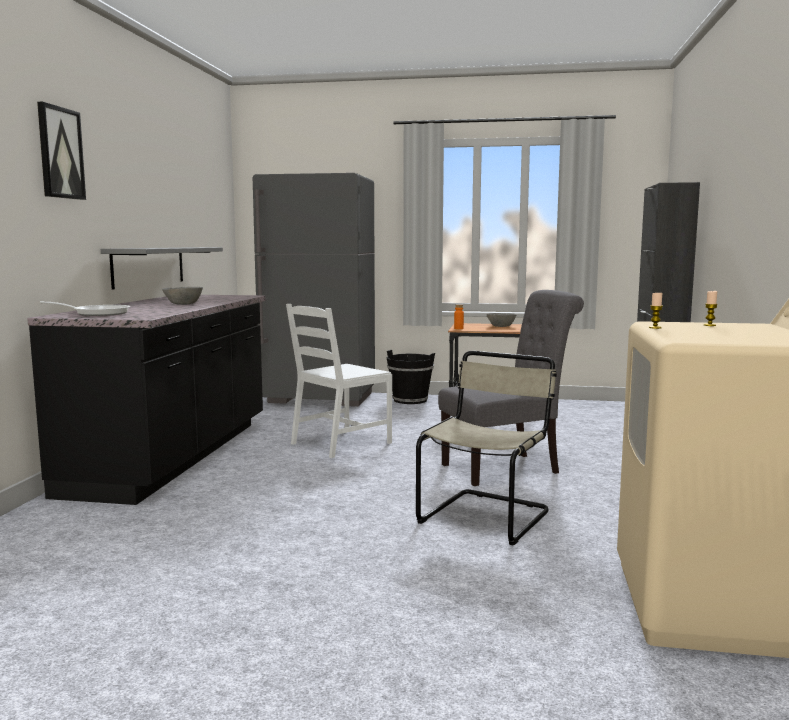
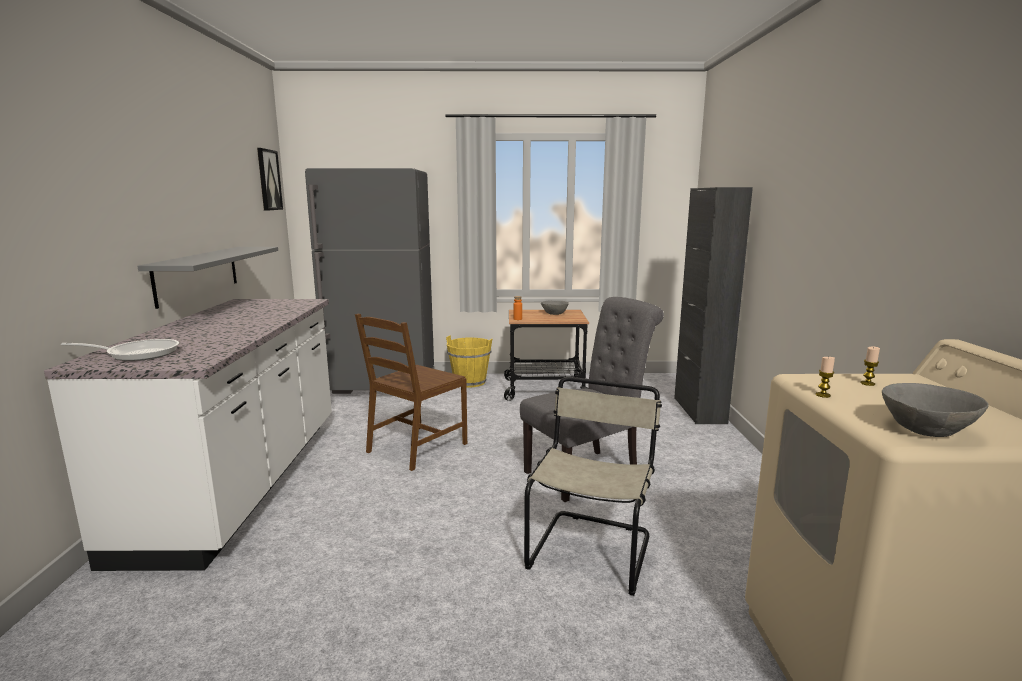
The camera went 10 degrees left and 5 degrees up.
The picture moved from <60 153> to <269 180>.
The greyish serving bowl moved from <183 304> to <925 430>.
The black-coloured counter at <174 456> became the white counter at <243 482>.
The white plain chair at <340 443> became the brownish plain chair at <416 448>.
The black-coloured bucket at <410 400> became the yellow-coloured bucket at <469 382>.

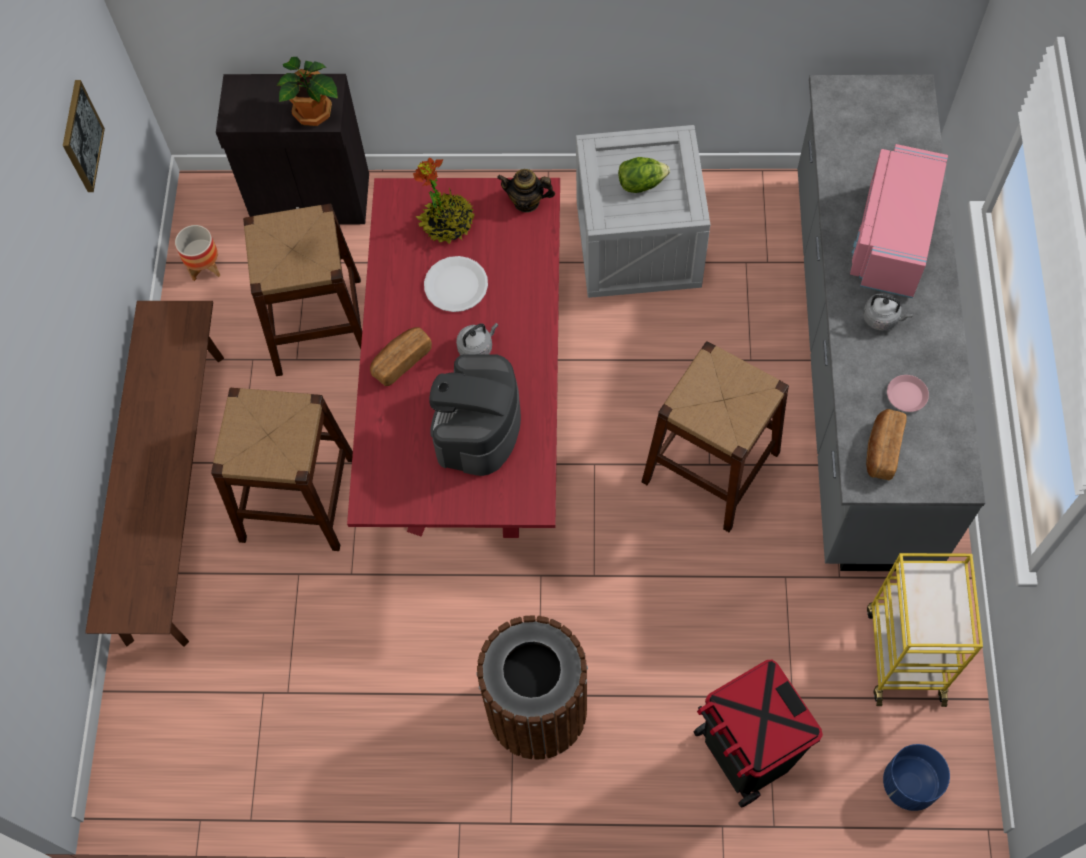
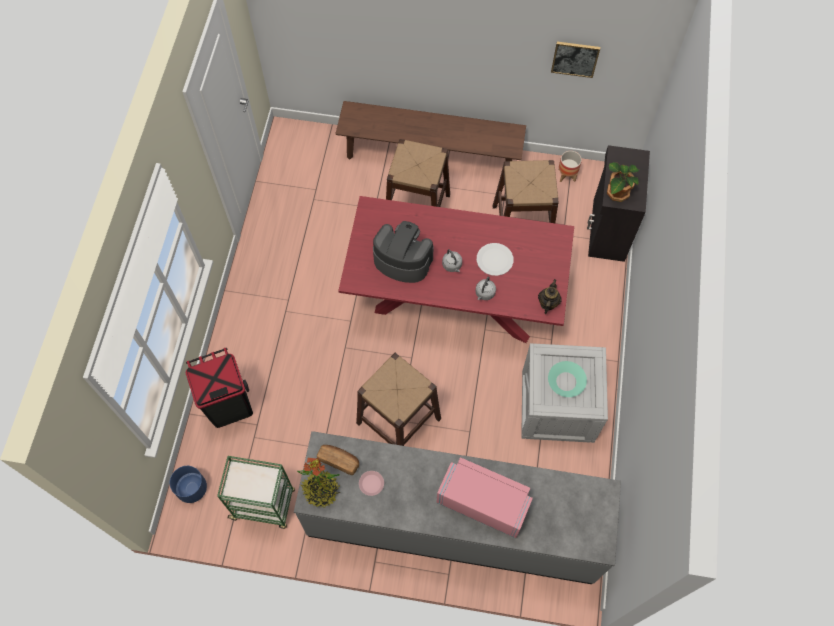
The camera went 95 degrees right and 0 degrees up.
The bakery bread at <401 361> disappeared.
The brownish rubbish bin at <537 709> disappeared.
The potted plant moved from <447 223> to <321 490>.
The greyish tea kettle moved from <882 318> to <484 294>.
The lettuce head at <641 184> was replaced by the turquoise-coloured serving bowl at <566 381>.
The yellow-coloured trolley at <904 652> became the green trolley at <264 504>.

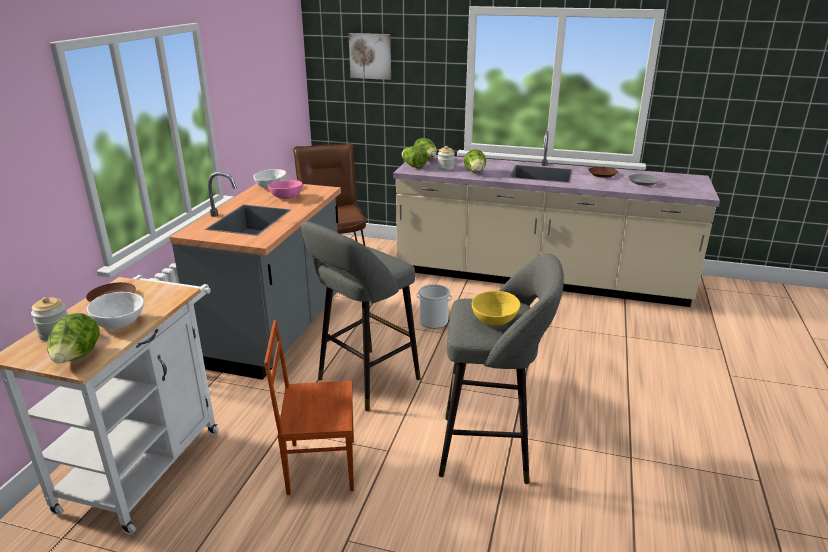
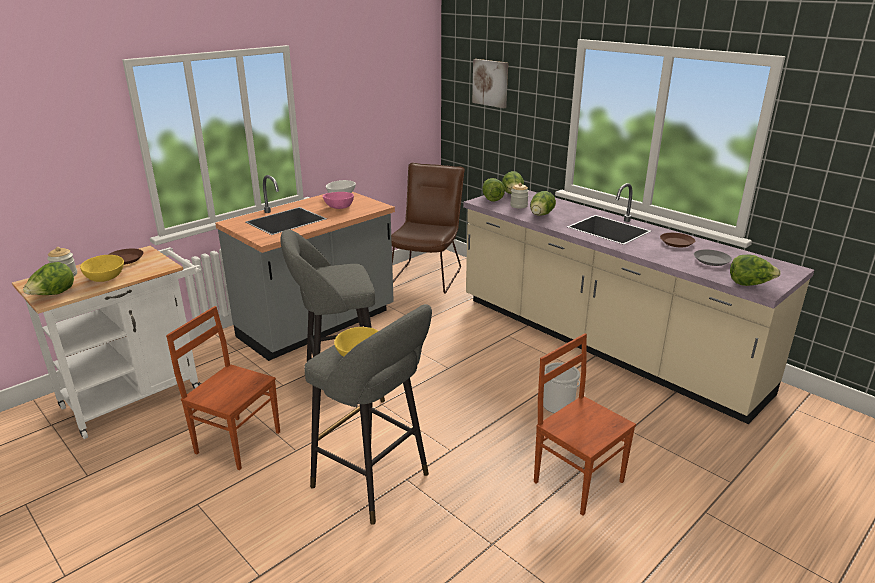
The camera went 30 degrees right and 0 degrees up.
The brownish plain chair at <578 480> appeared.
The lettuce head at <749 284> appeared.
The bucket moved from <434 321> to <558 405>.
The white serving bowl at <118 322> became the yellow-coloured serving bowl at <104 278>.

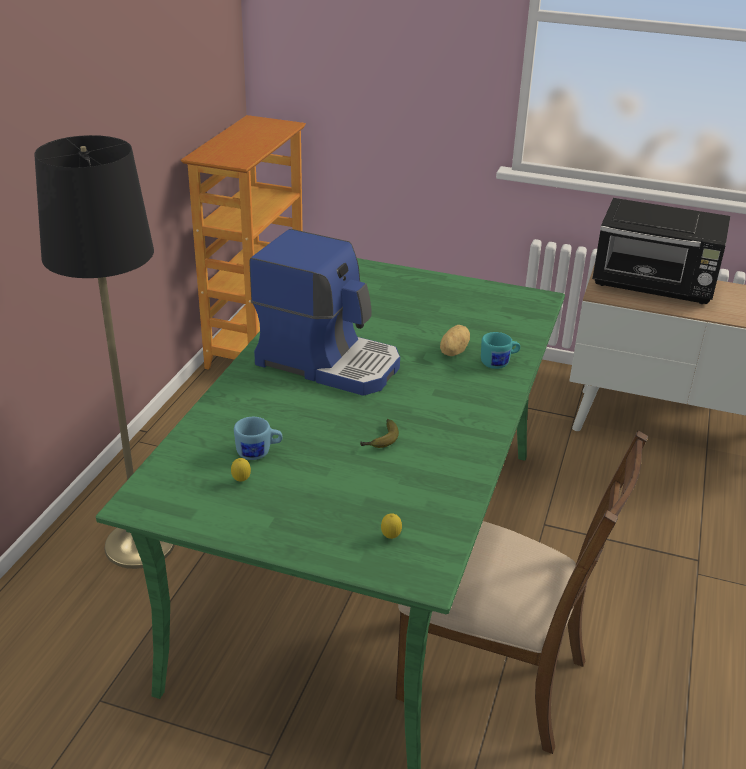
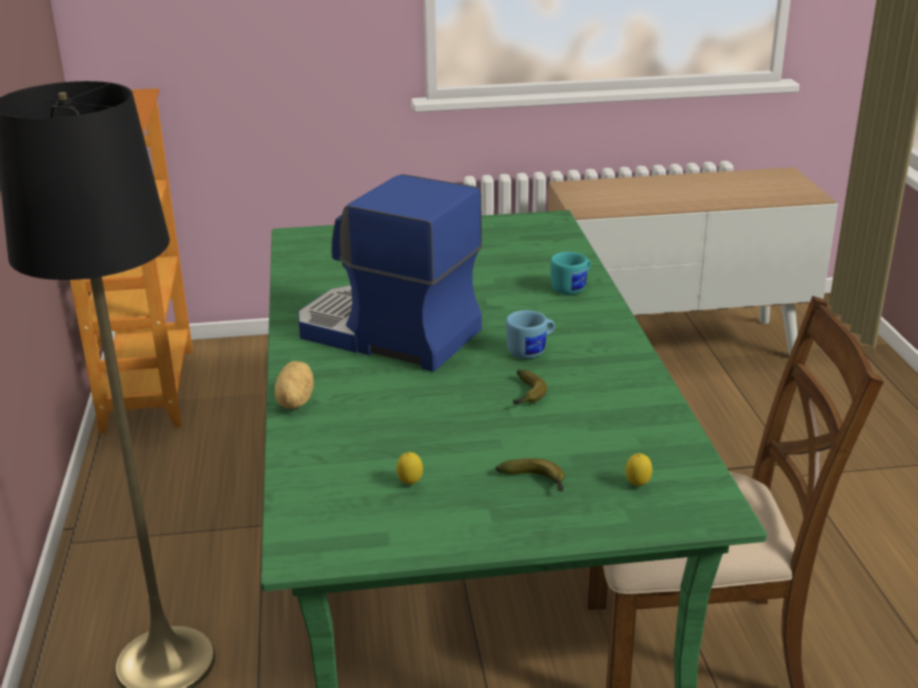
The camera went 25 degrees left and 5 degrees down.
The black-coloured kitchen microwave at <654 285> disappeared.
The banana at <536 482> appeared.
The blue-coloured coffee mug moved from <259 453> to <532 351>.
The spud moved from <452 352> to <293 402>.
The coffee machine at <329 362> turned 150 degrees counterclockwise.

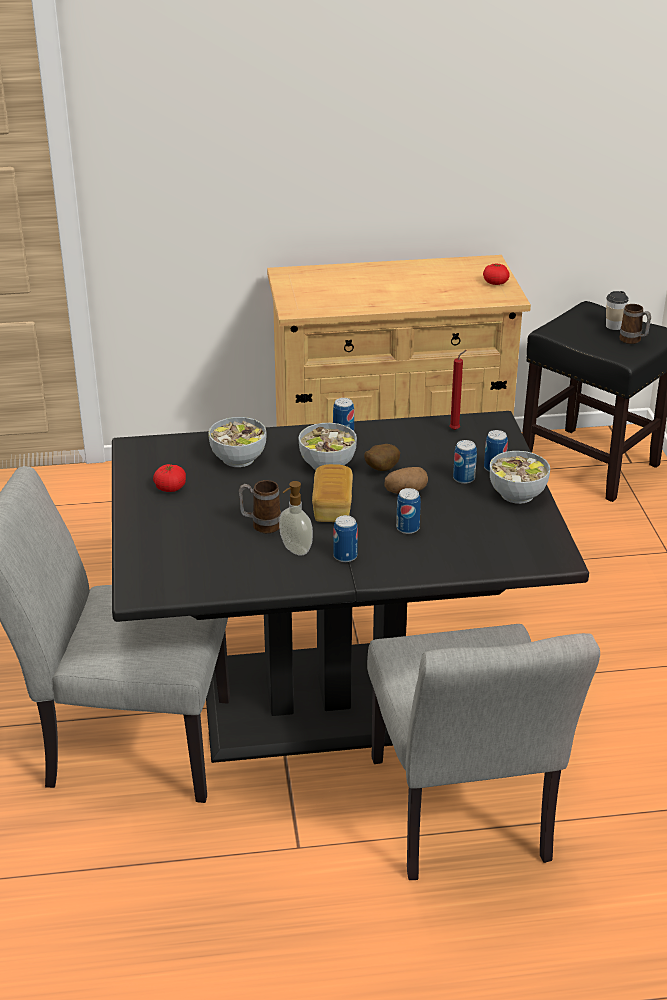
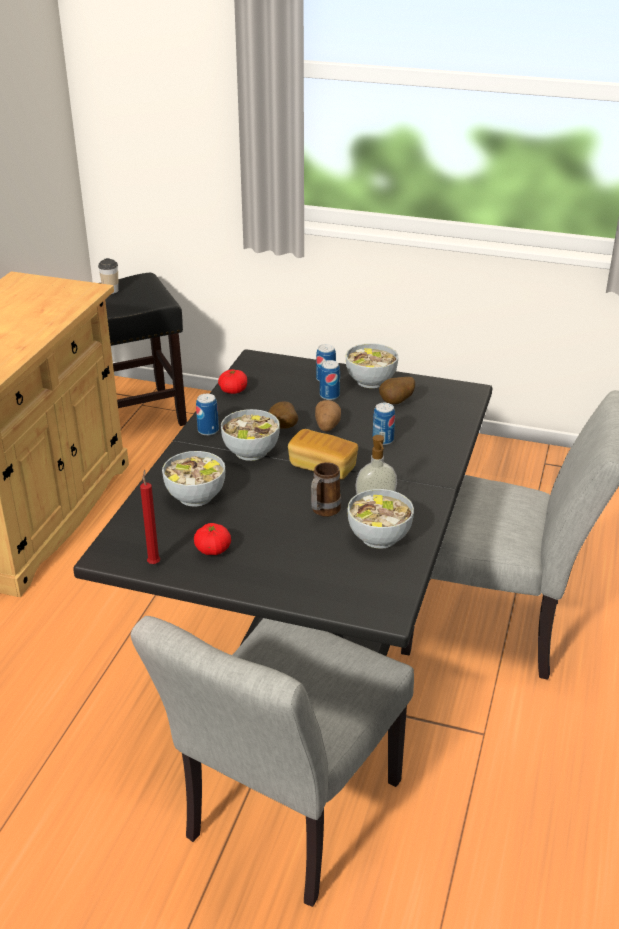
The camera went 65 degrees left and 0 degrees up.
The can at <345 556> disappeared.
The coffee mug at <633 341> disappeared.
The serving bowl at <378 537> appeared.
The spud at <397 402> appeared.
The red candle moved from <456 429> to <154 562>.
The whole tomato moved from <495 283> to <233 391>.

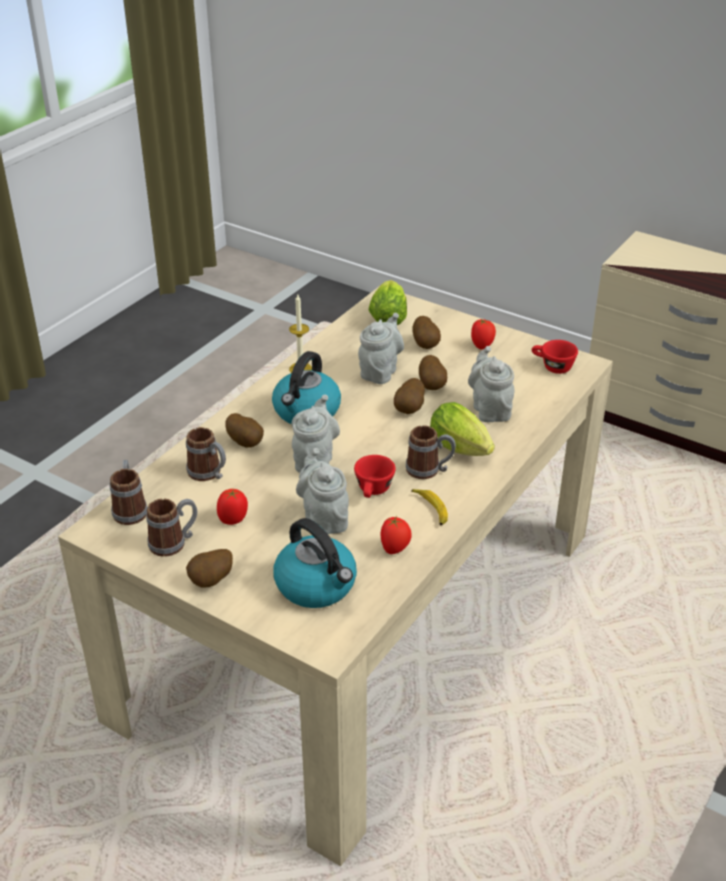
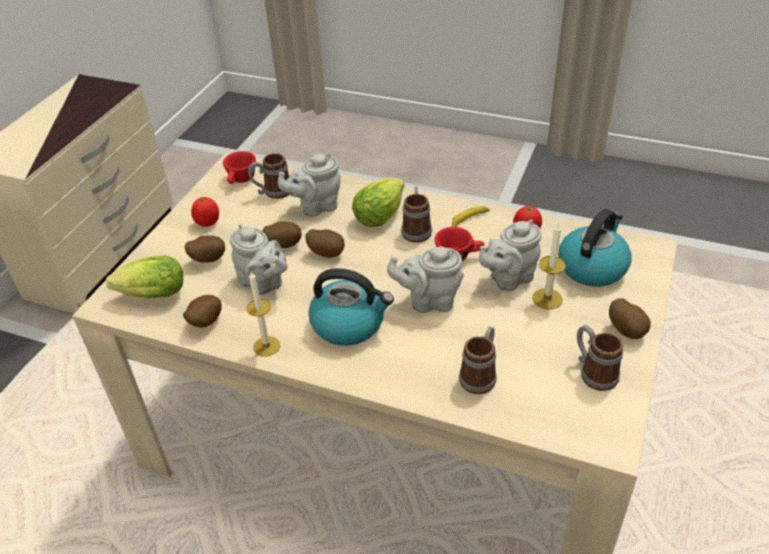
The camera went 100 degrees left and 5 degrees up.
The whole tomato at <233 519> disappeared.
The candle at <547 298> appeared.
The coffee mug moved from <130 509> to <272 192>.
The spud moved from <246 442> to <204 322>.
The greyish pot for tea at <380 371> turned 150 degrees counterclockwise.

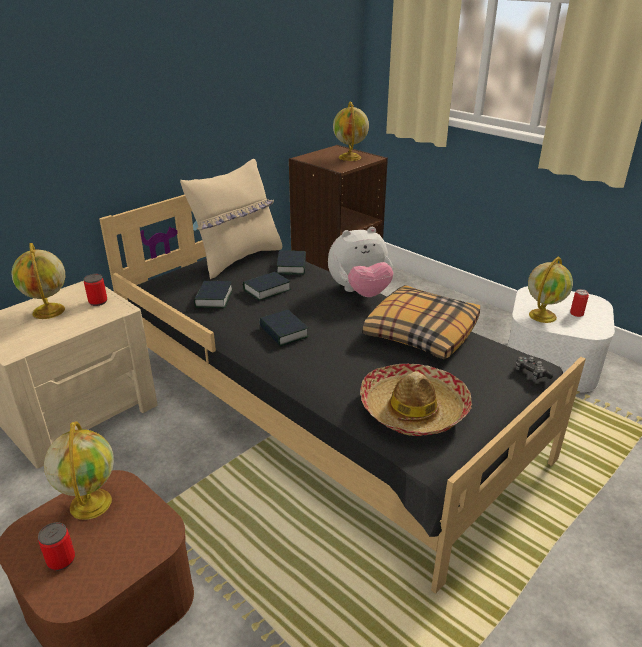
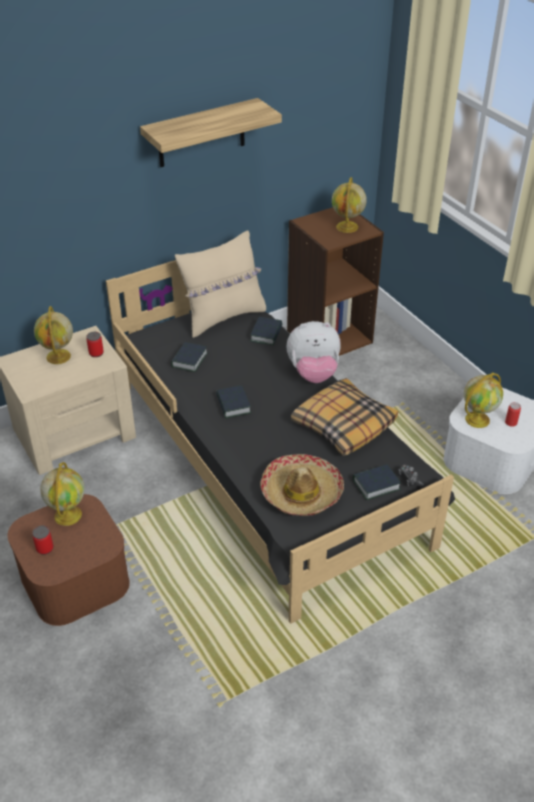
The camera went 15 degrees right and 10 degrees up.
The wall shelf at <201 133> appeared.
The volume moved from <267 290> to <376 485>.

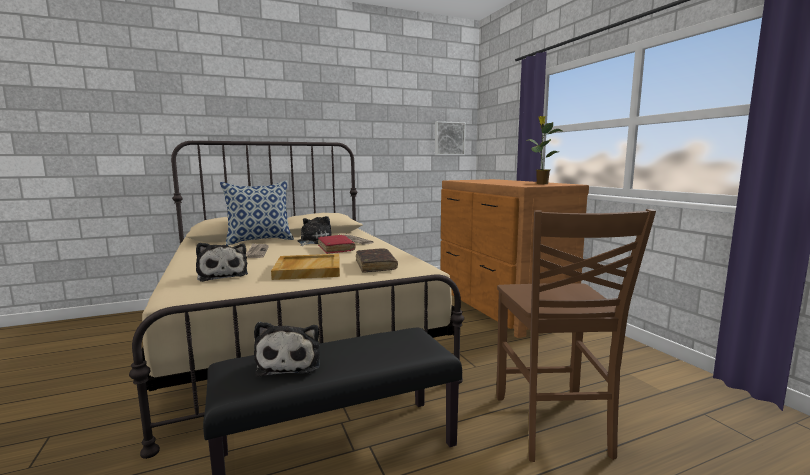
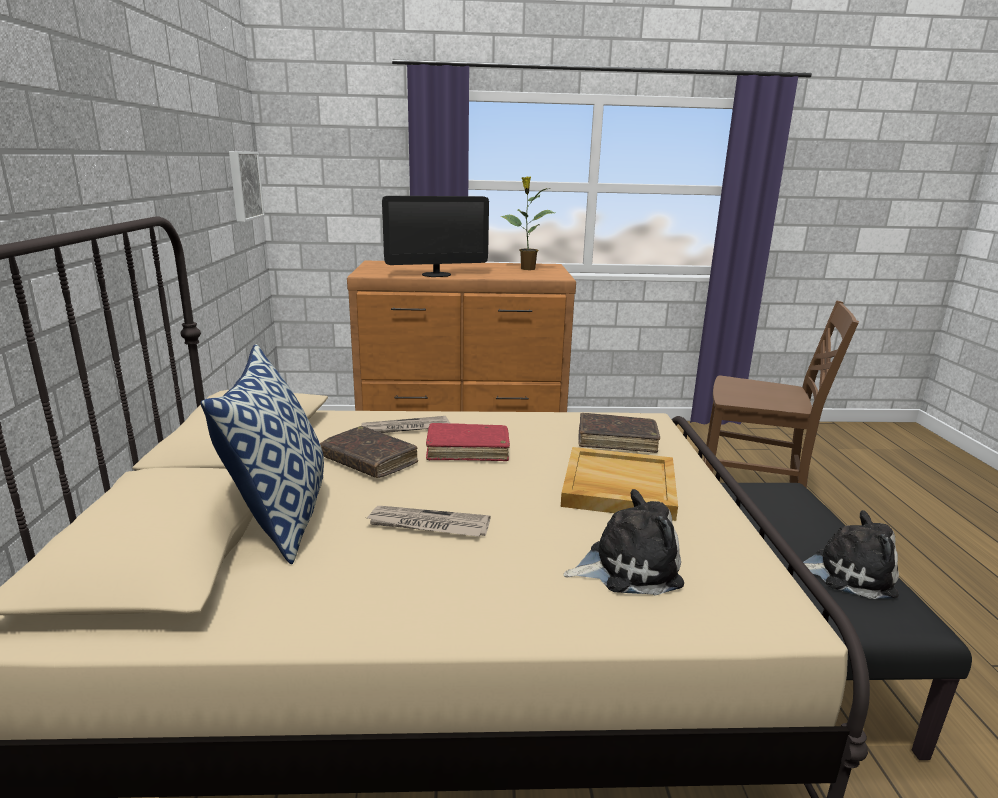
The camera went 70 degrees left and 10 degrees up.
The computer display at <436 274> appeared.
The soft toy at <313 241> was replaced by the brownish volume at <369 461>.

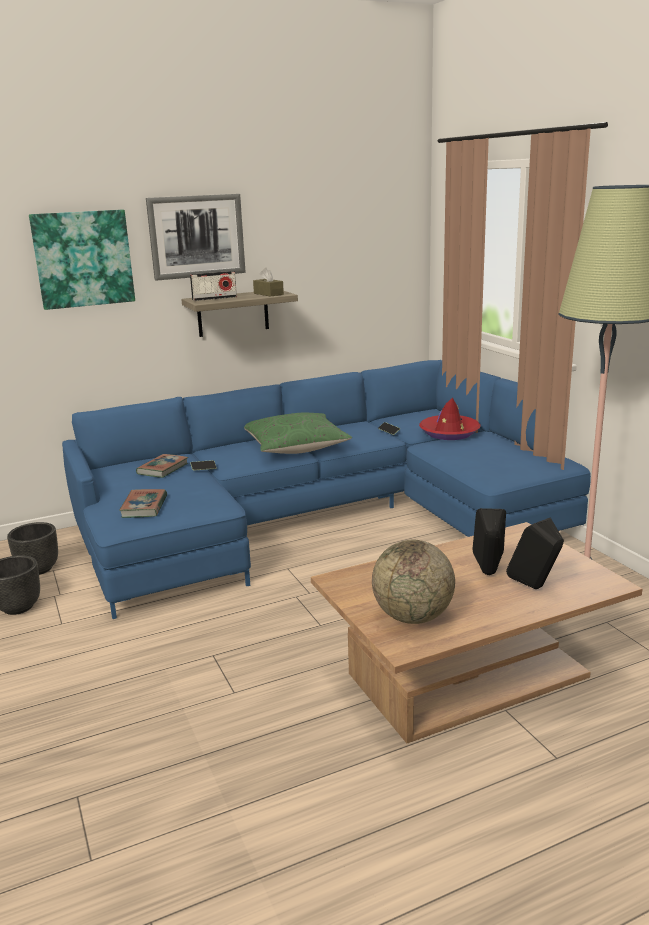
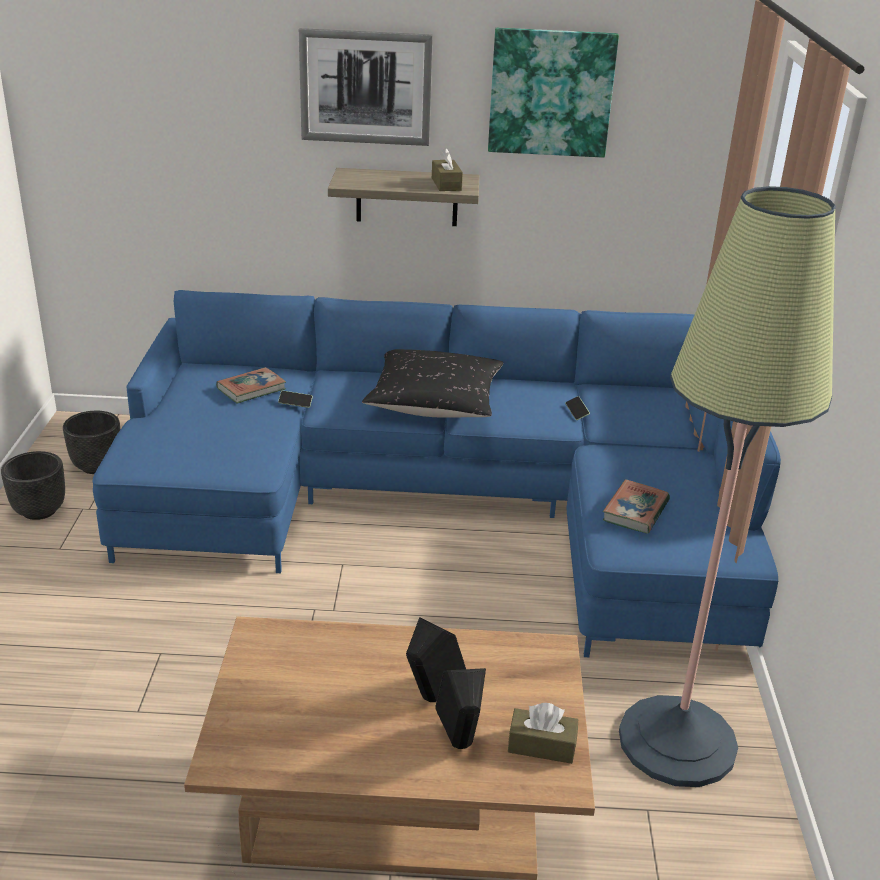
The camera went 25 degrees right and 10 degrees up.
The radio receiver at <214 298> disappeared.
The globe at <413 617> disappeared.
The red hat at <449 433> disappeared.
The brownish tissue holder at <541 745> appeared.
The picture moved from <83 259> to <551 92>.
The volume moved from <144 507> to <635 511>.
The green cushion at <295 447> became the black-coloured cushion at <434 401>.

